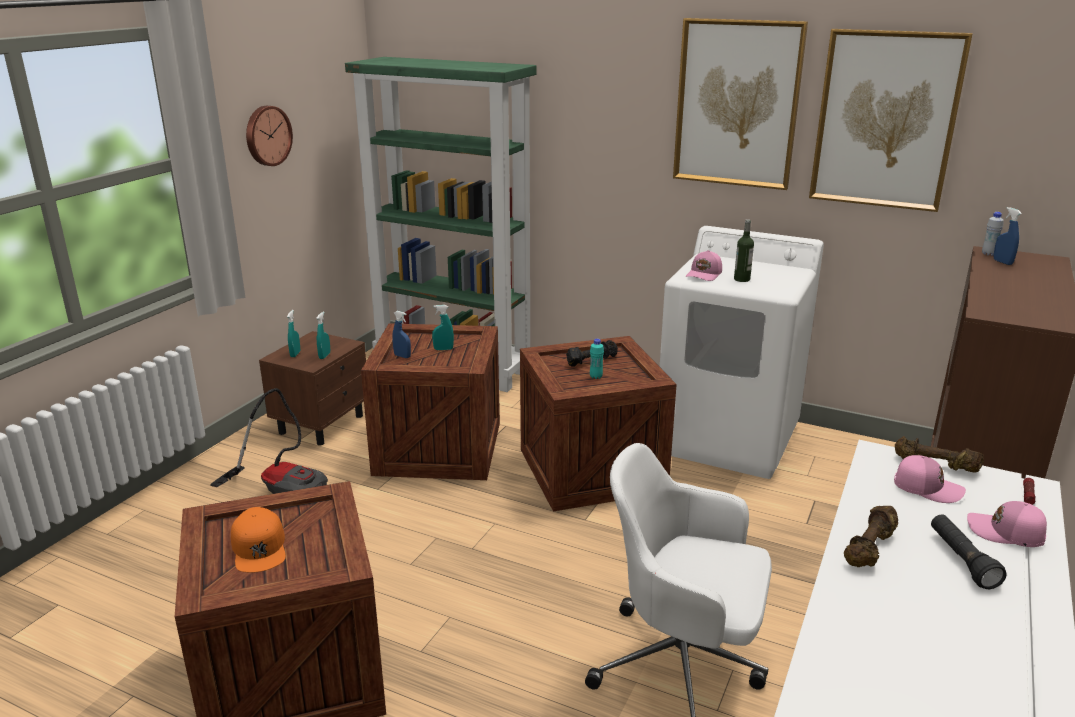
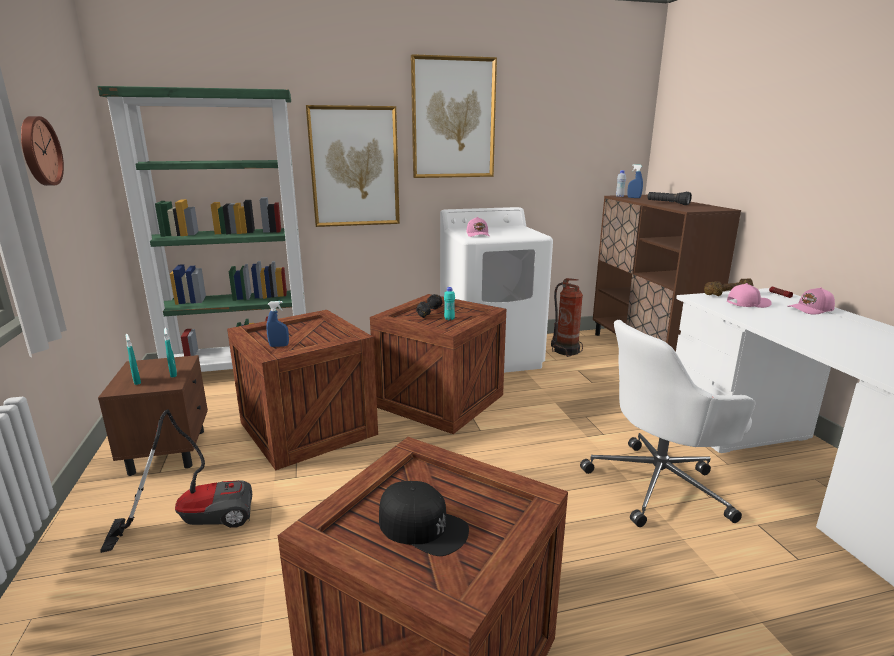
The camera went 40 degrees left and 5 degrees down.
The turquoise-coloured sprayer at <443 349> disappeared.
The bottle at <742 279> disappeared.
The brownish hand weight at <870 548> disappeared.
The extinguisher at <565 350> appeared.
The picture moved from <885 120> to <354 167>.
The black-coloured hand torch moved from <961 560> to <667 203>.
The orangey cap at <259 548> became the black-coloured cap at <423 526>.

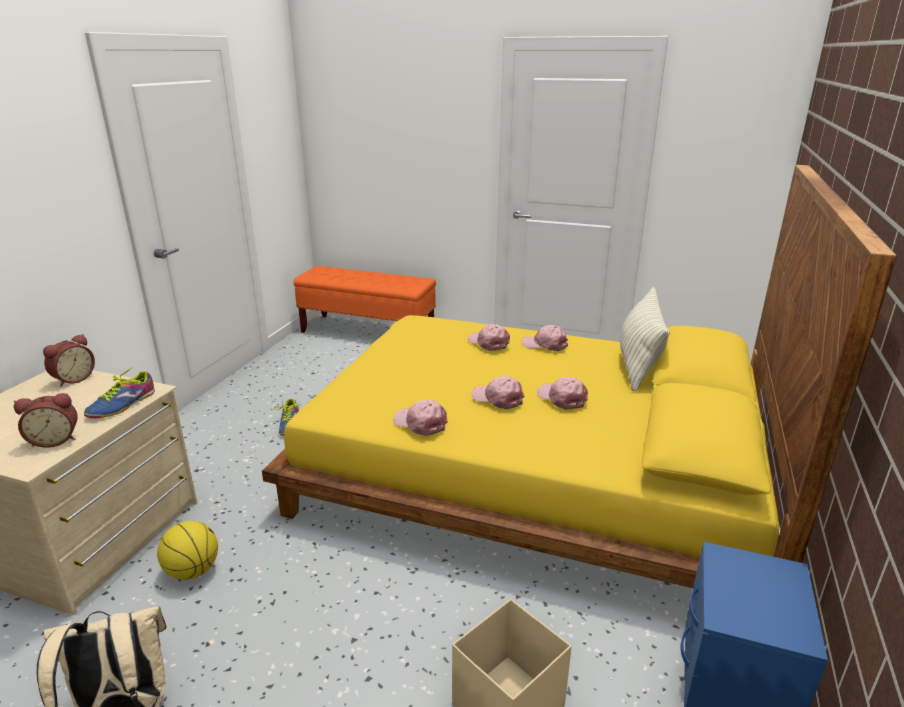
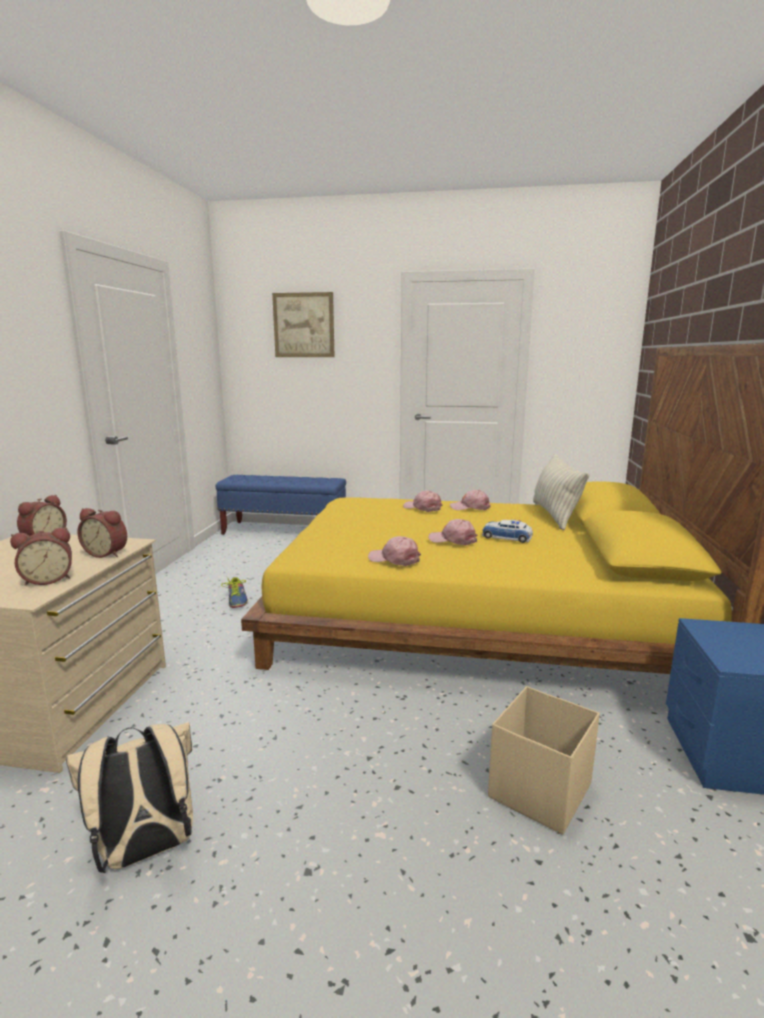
The camera went 10 degrees left and 10 degrees down.
The basketball ball at <192 570> disappeared.
The picture at <303 325> appeared.
The low shoe at <123 405> was replaced by the alarm clock at <107 553>.
The pink-coloured cap at <562 398> was replaced by the miniature car at <507 537>.
The orangey indoor bench at <368 332> became the blue-coloured indoor bench at <284 531>.

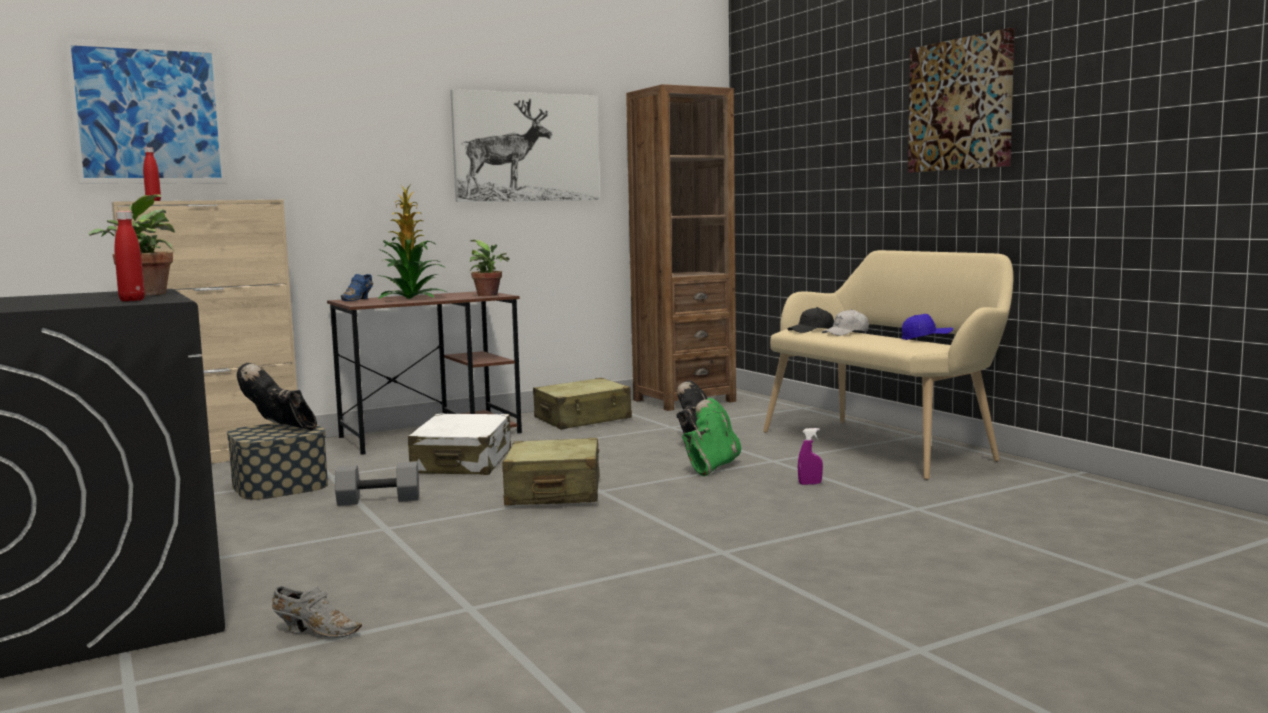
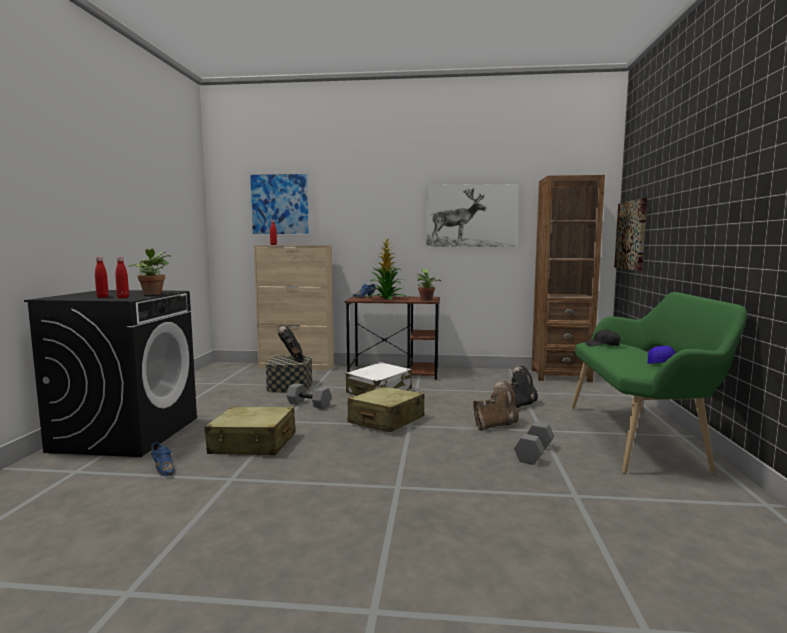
The camera went 35 degrees right and 0 degrees up.
The white cap at <846 333> disappeared.
The red bottle at <102 297> appeared.
The sand-coloured suitcase moved from <583 419> to <253 444>.
The picture moved from <961 105> to <632 235>.
The purple-coloured sprayer at <810 484> was replaced by the greyish hand weight at <535 454>.
The greyish low shoe at <314 632> became the blue-coloured low shoe at <163 469>.
The green high-top boot at <711 467> became the brownish high-top boot at <496 425>.
The sand-coloured indoor bench at <884 445> became the green indoor bench at <641 437>.

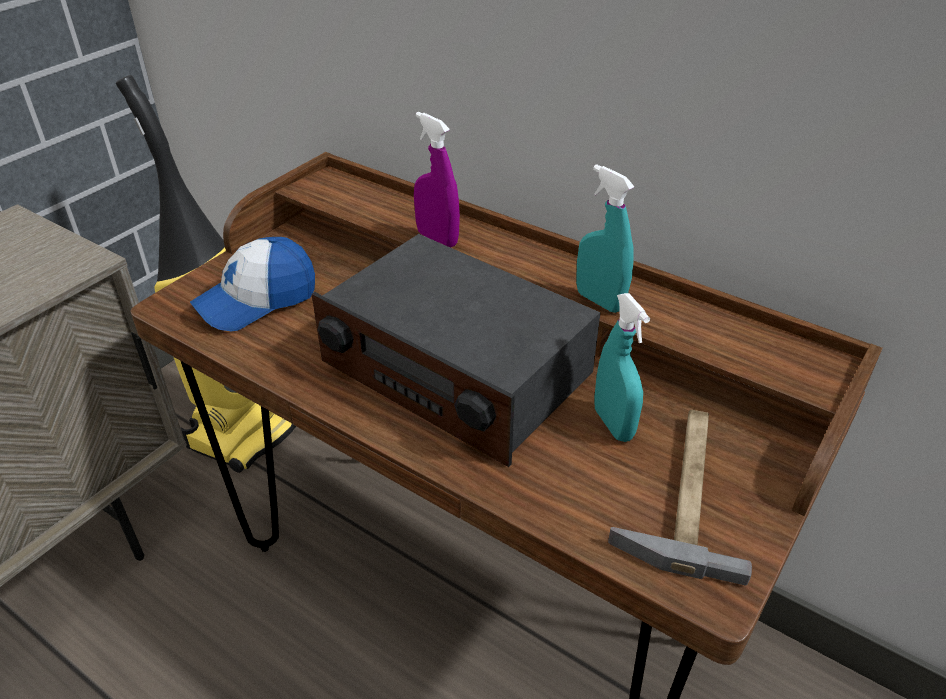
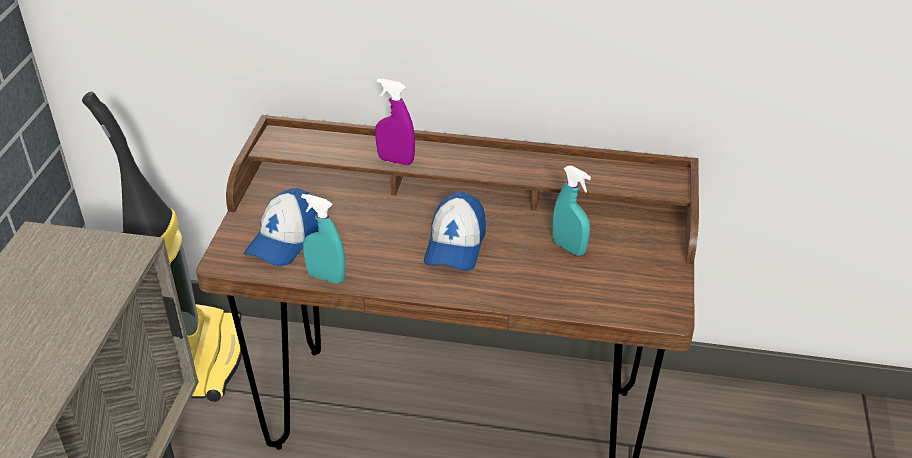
The camera went 25 degrees left and 0 degrees up.
The hammer at <684 489> disappeared.
The turquoise-coloured sprayer moved from <599 301> to <326 277>.
The radio receiver at <455 370> was replaced by the cap at <455 245>.

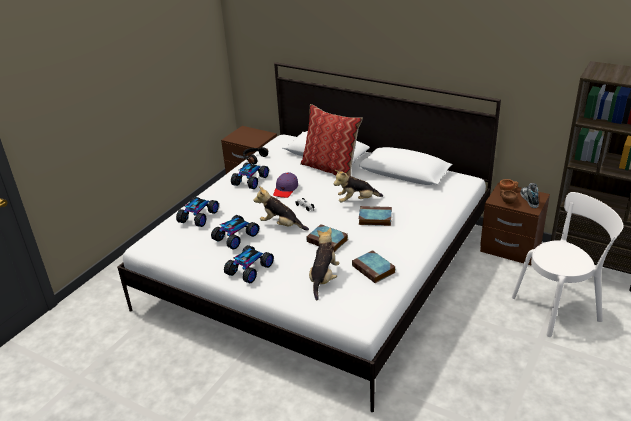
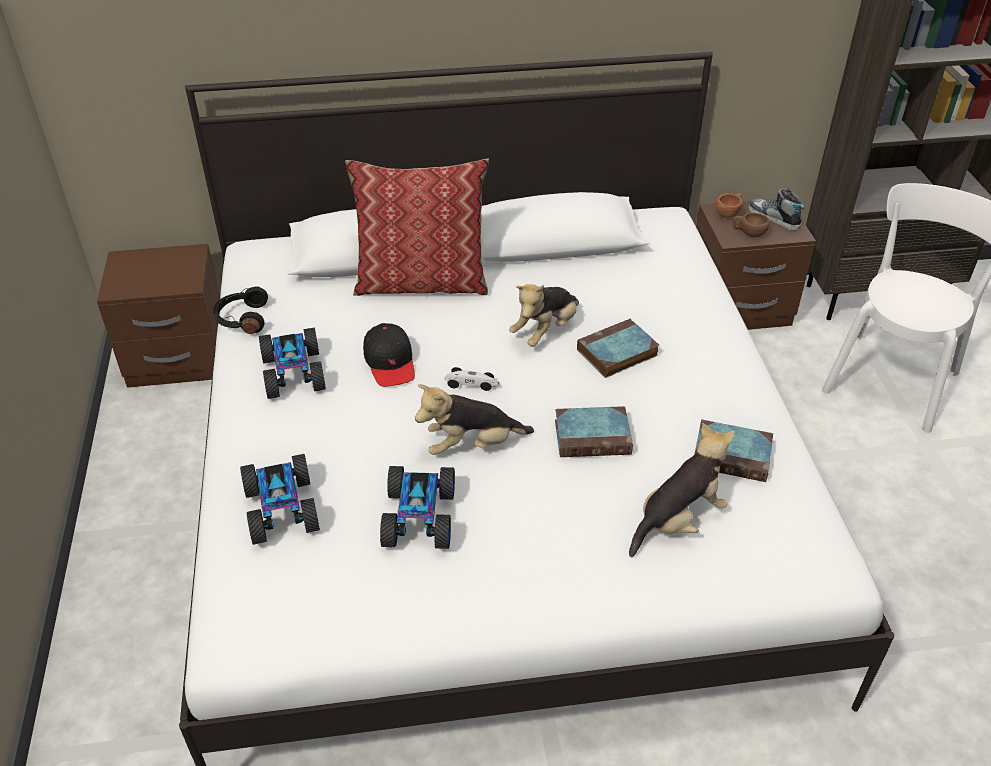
The camera went 40 degrees left and 10 degrees up.
The miniature car at <250 269> disappeared.
The purple-coloured cap at <285 189> became the black-coloured cap at <390 362>.
The soft toy at <323 279> turned 75 degrees clockwise.

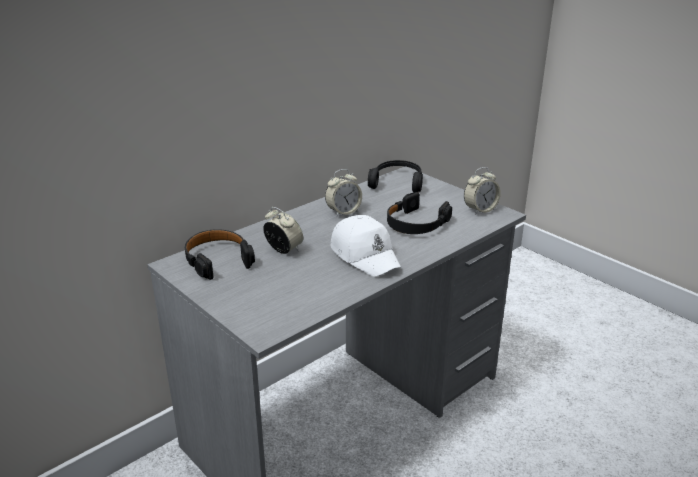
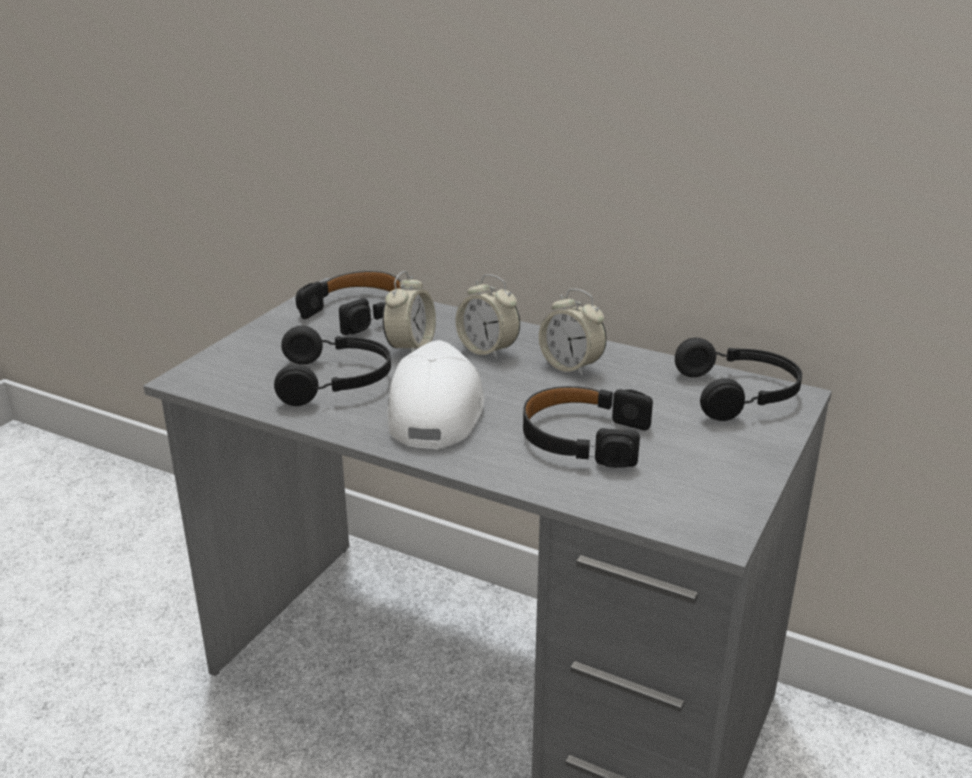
The camera went 70 degrees right and 0 degrees up.
The black-coloured headset at <336 381> appeared.
The alarm clock moved from <480 210> to <487 350>.
The white cap at <365 255> turned 150 degrees clockwise.

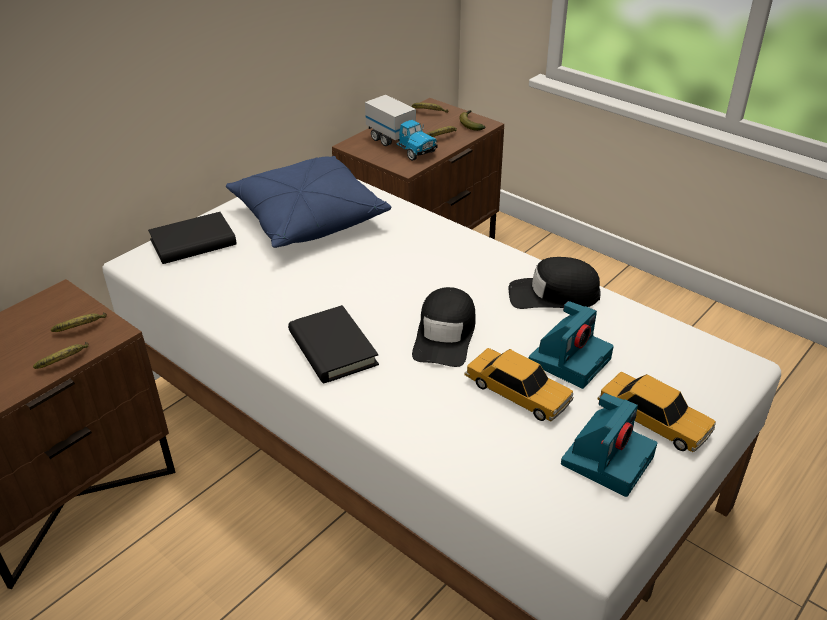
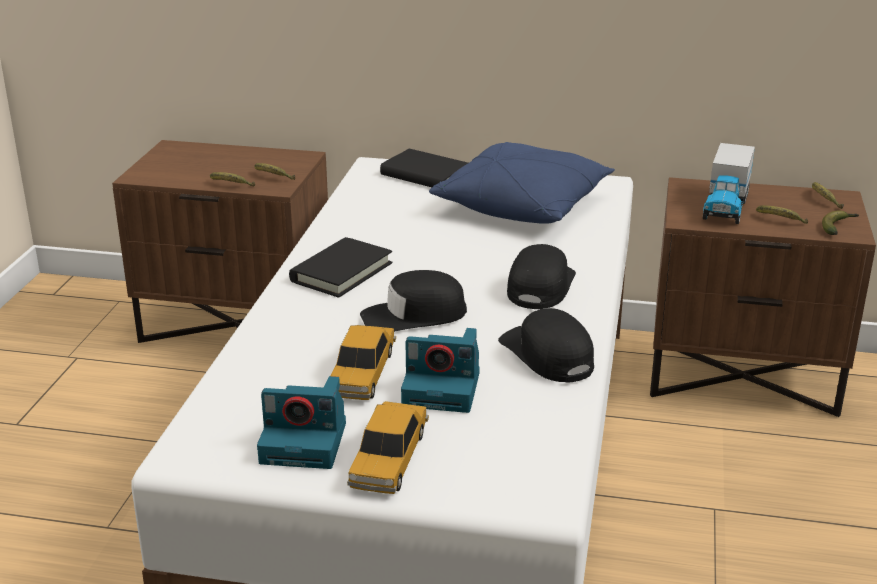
The camera went 60 degrees right and 10 degrees down.
The black-coloured cap at <540 286> appeared.

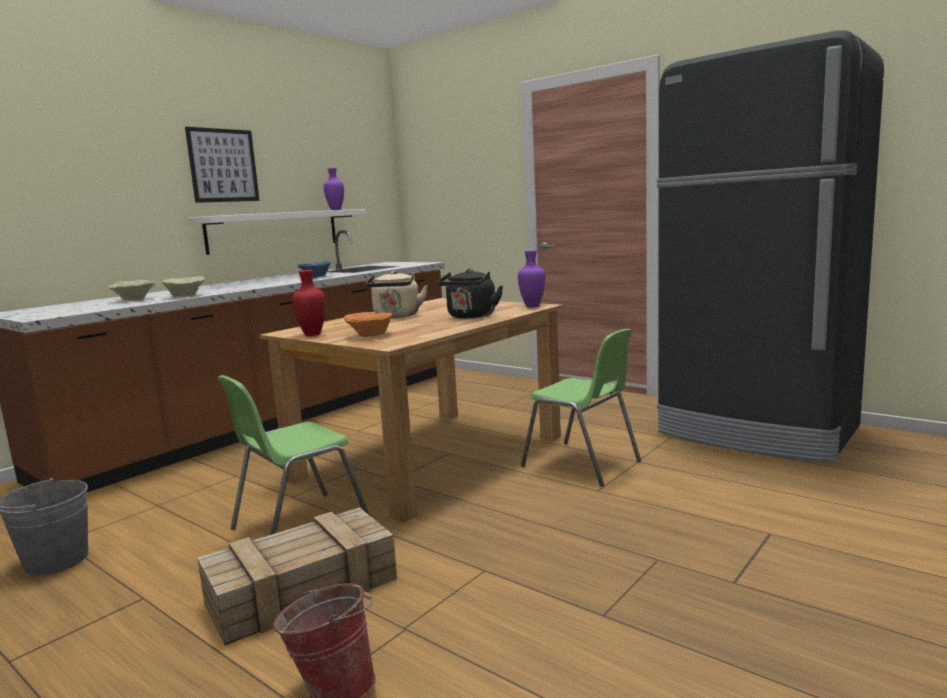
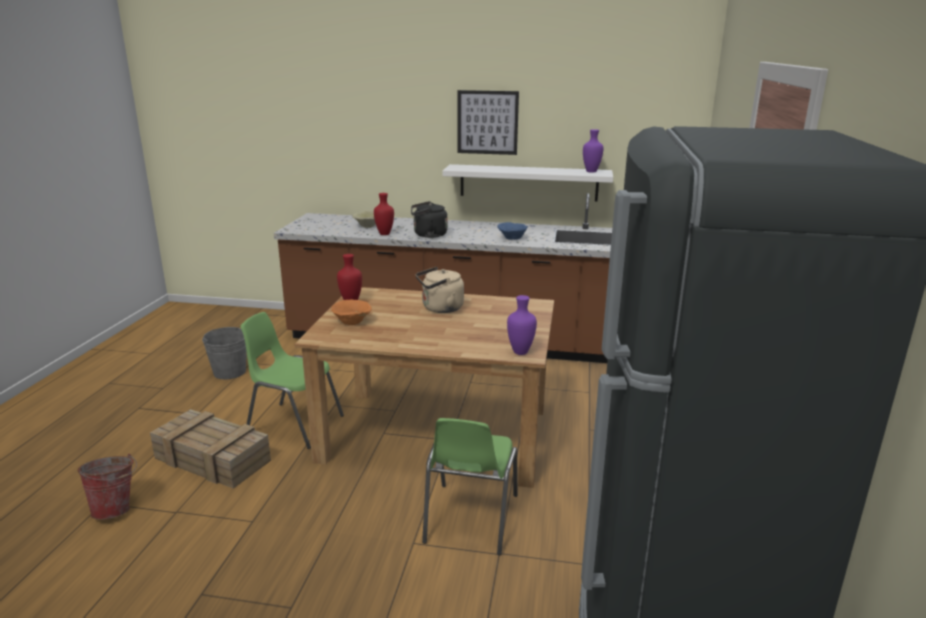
The camera went 60 degrees right and 10 degrees up.
The black-coloured tea kettle moved from <471 317> to <428 235>.
The sand-coloured serving bowl at <186 296> was replaced by the red flower vase at <385 234>.

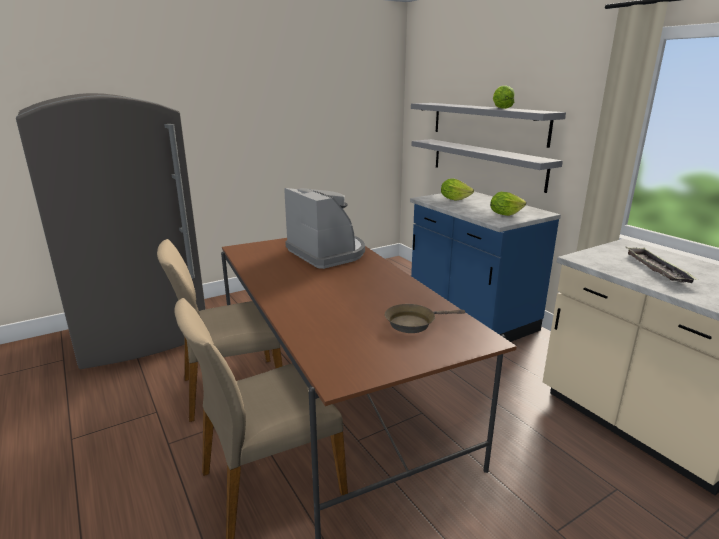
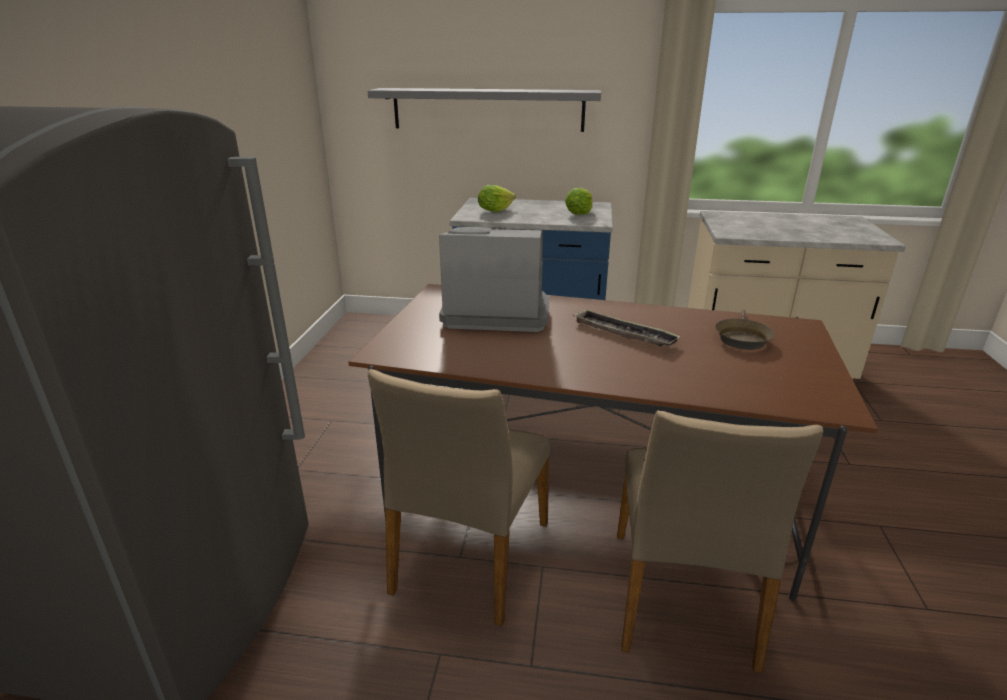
The camera went 50 degrees left and 5 degrees up.
The greyish wall shelf at <486 163> disappeared.
The lettuce head at <501 108> disappeared.
The carrying tray moved from <656 269> to <623 333>.

